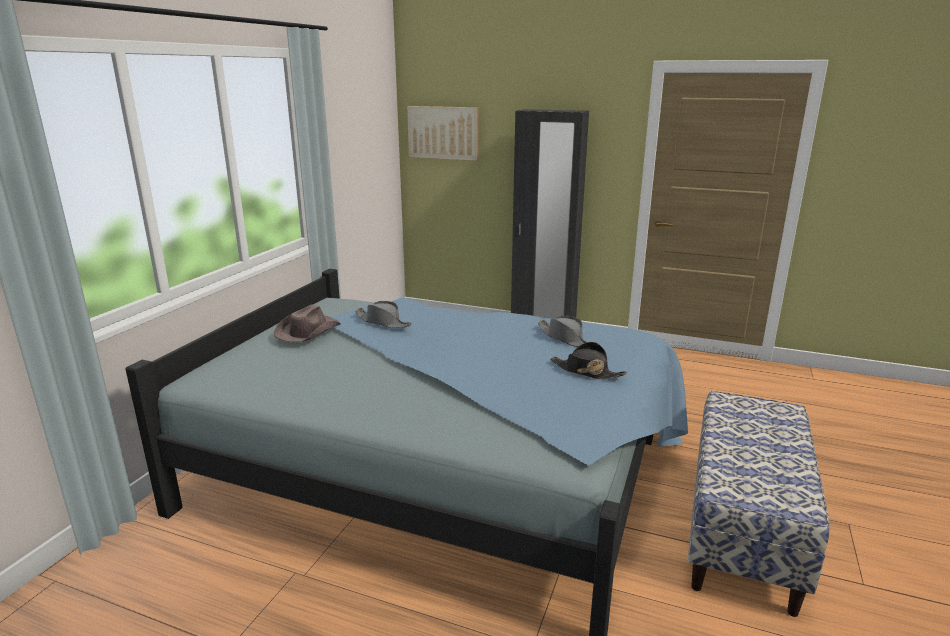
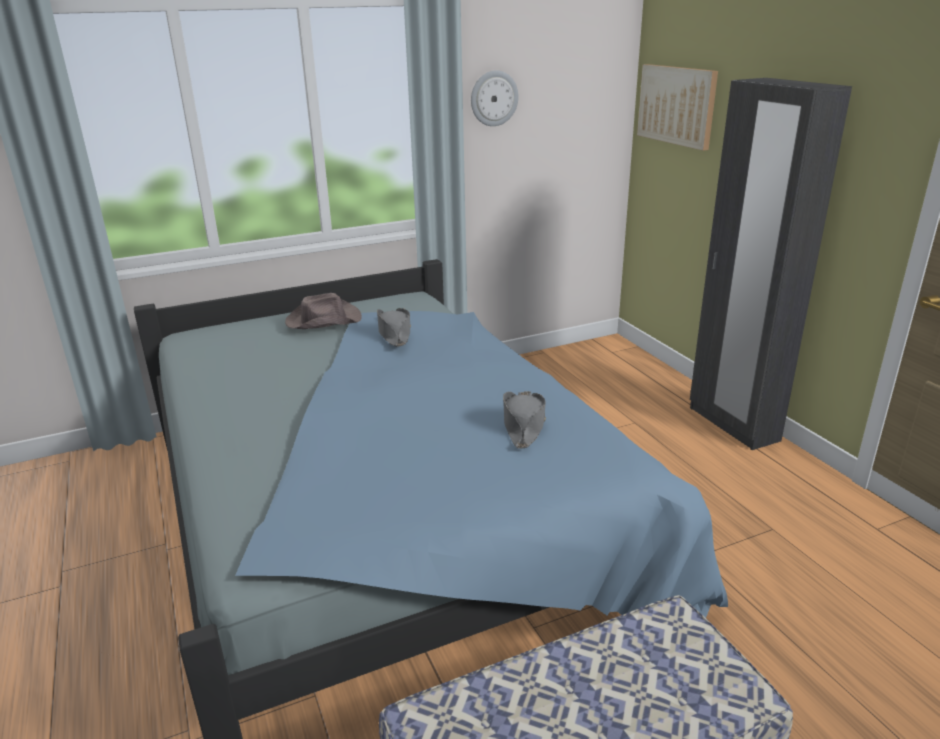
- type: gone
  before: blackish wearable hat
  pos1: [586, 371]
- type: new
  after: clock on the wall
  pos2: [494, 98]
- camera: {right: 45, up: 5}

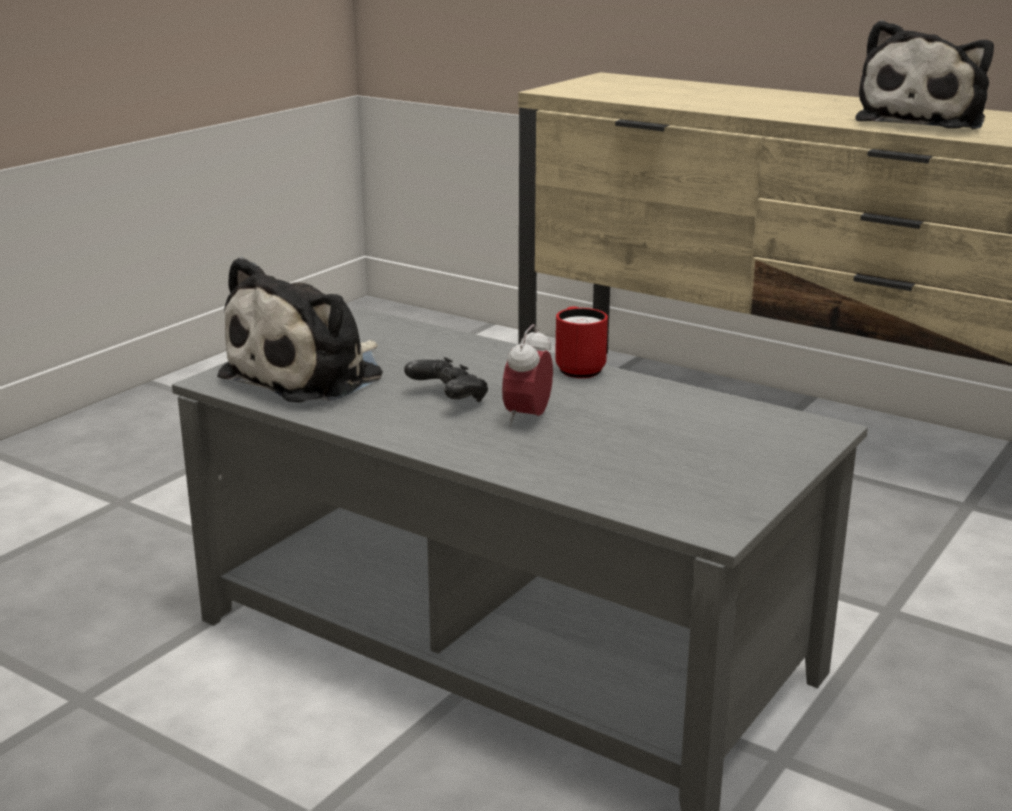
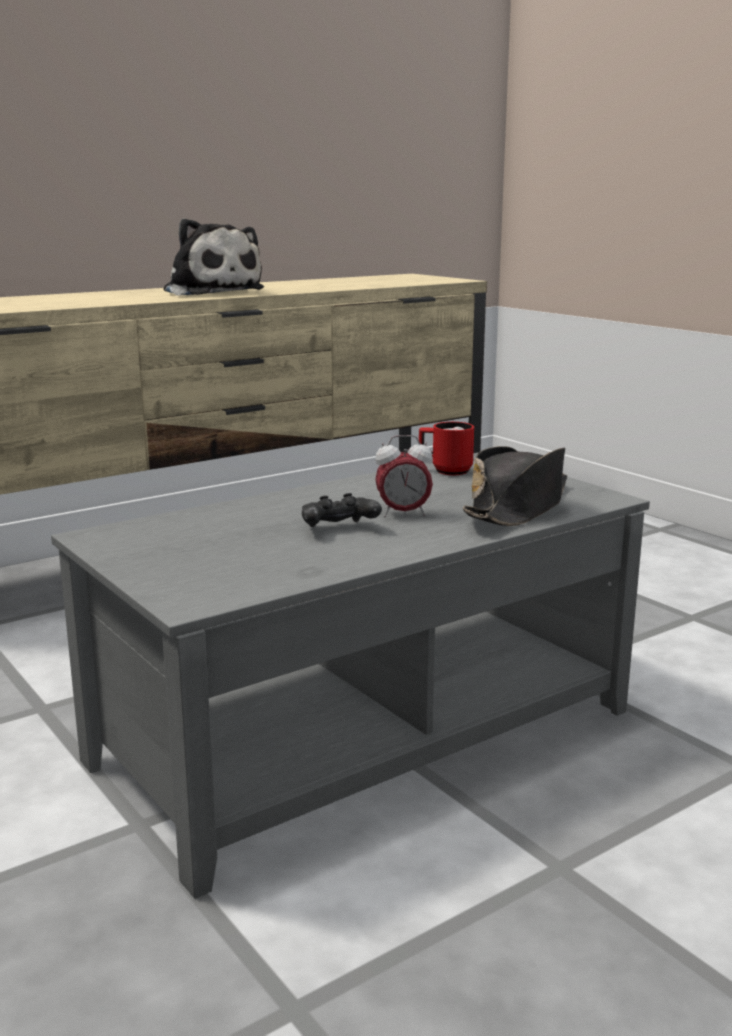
- type: gone
  before: soft toy
  pos1: [311, 375]
- type: shifted
  before: red-coloured mug
  pos1: [578, 368]
  pos2: [445, 471]
- type: rotated
  before: alarm clock
  pos1: [527, 418]
  pos2: [403, 514]
  turn: -45
- type: new
  after: blackish wearable hat
  pos2: [518, 508]
- camera: {right: -70, up: -5}

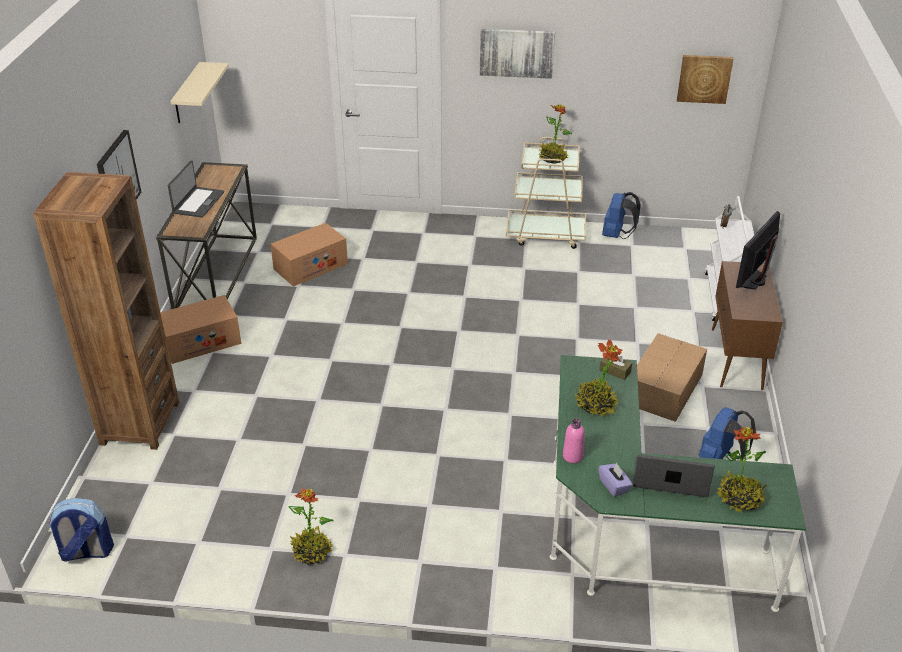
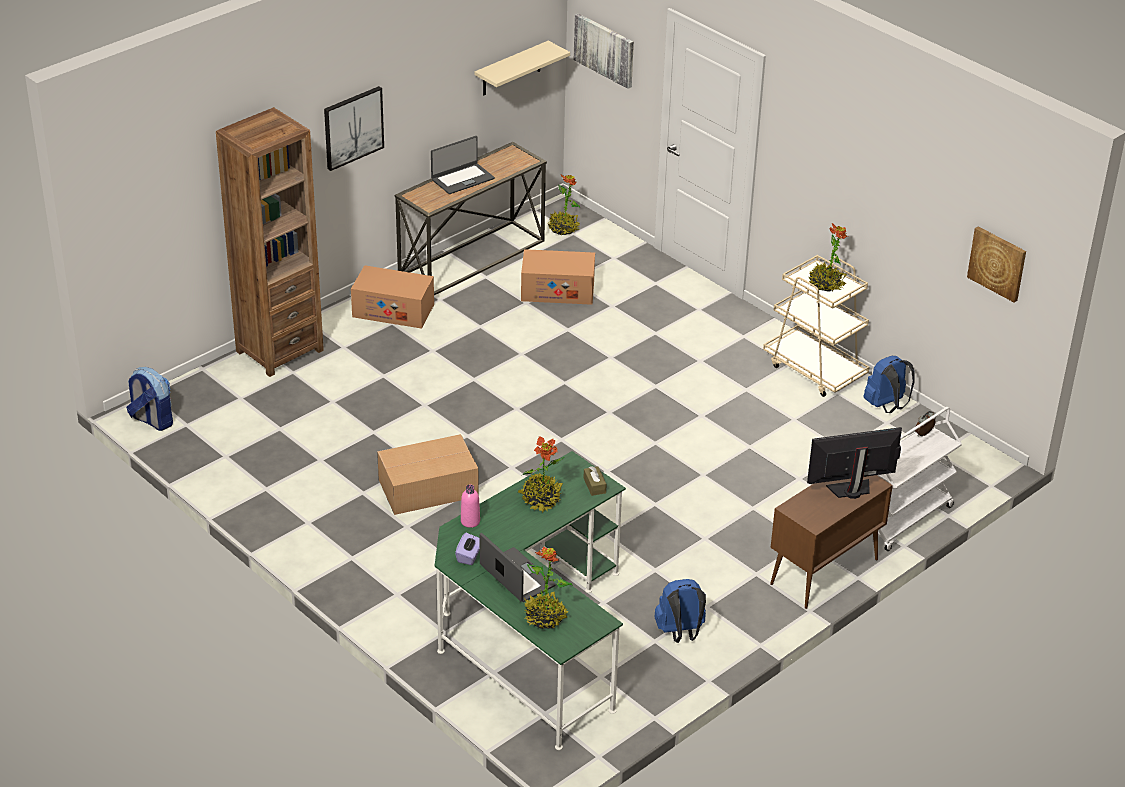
- type: shifted
  before: picture
  pos1: [517, 52]
  pos2: [604, 50]
- type: shifted
  before: carton
  pos1: [665, 388]
  pos2: [429, 488]
- type: shifted
  before: houseplant
  pos1: [312, 552]
  pos2: [563, 229]
- camera: {right: 40, up: 0}

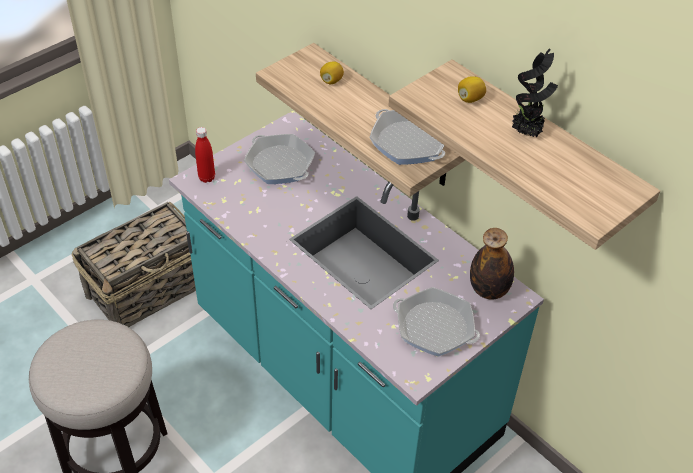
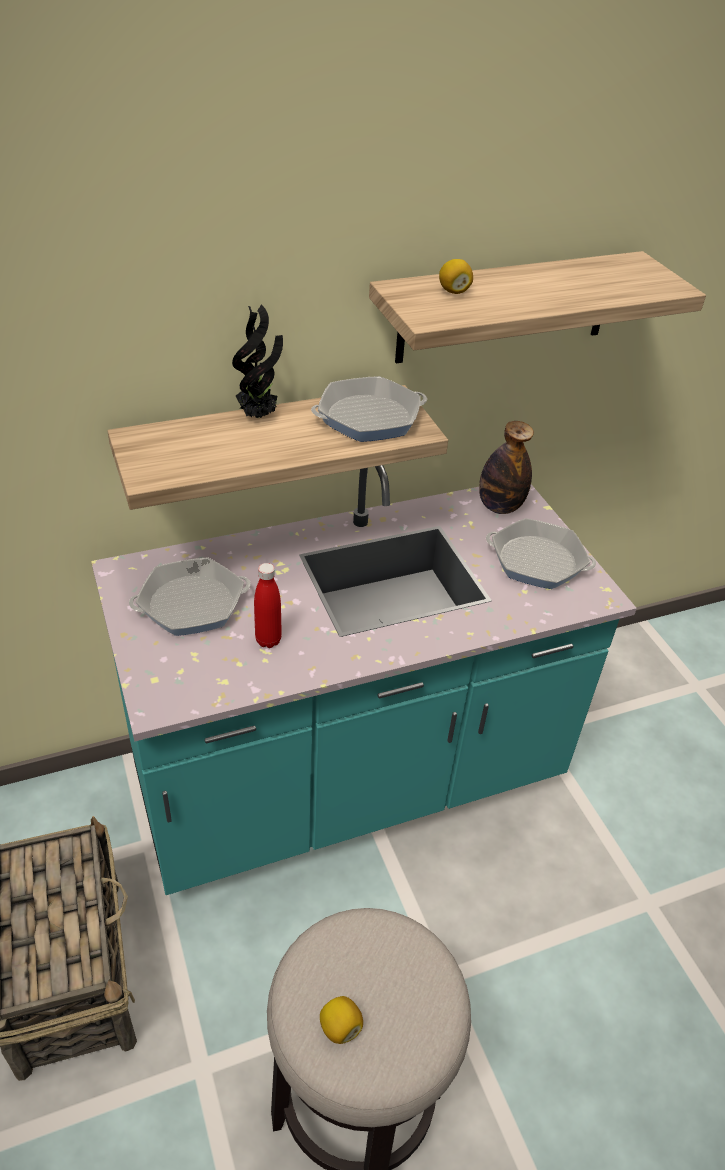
- type: shifted
  before: houseplant
  pos1: [527, 133]
  pos2: [259, 416]
- type: shifted
  before: citrus fruit
  pos1: [331, 81]
  pos2: [340, 1027]
- type: shifted
  before: red-coloured drink bottle
  pos1: [207, 178]
  pos2: [268, 640]
- type: rotated
  before: pan
  pos1: [434, 327]
  pos2: [537, 561]
  turn: -120
- camera: {right: -70, up: -5}

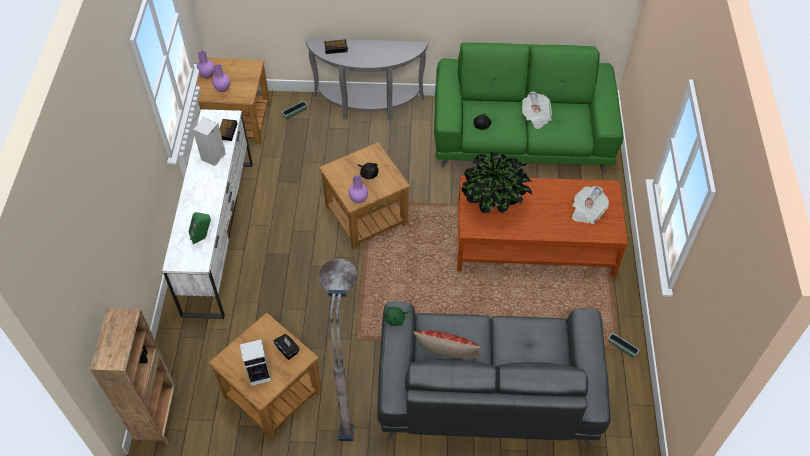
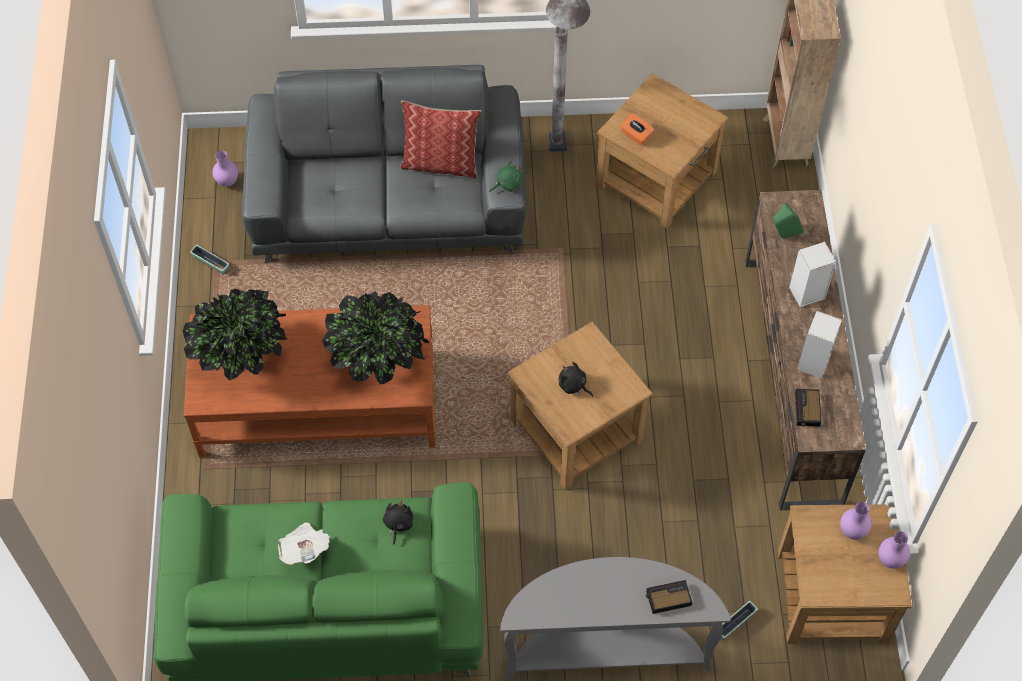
- type: repainted
  before: white tv stand
  after: brown-coloured tv stand
  pos1: [219, 235]
  pos2: [791, 380]
- type: shifted
  before: purplish decorative vase
  pos1: [358, 199]
  pos2: [228, 182]
- type: swapped
  before: newspaper
  after: houseplant
  pos1: [587, 211]
  pos2: [241, 359]
- type: repainted
  before: blackish tissue holder
  after: orange-coloured tissue holder
  pos1: [287, 350]
  pos2: [636, 135]
- type: shifted
  before: audio speaker
  pos1: [260, 374]
  pos2: [806, 294]
- camera: {right: 175, up: 5}

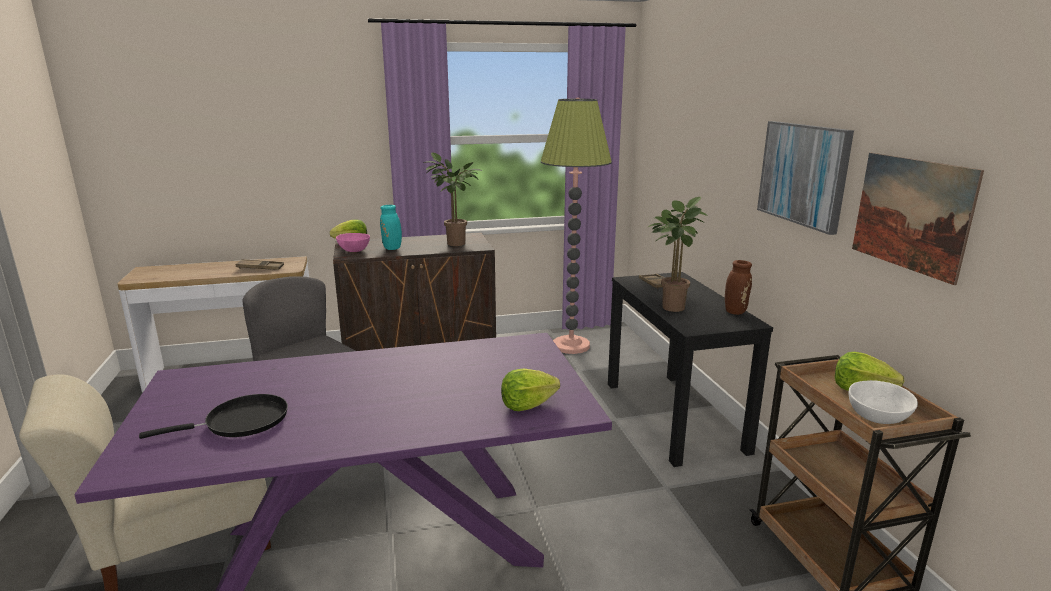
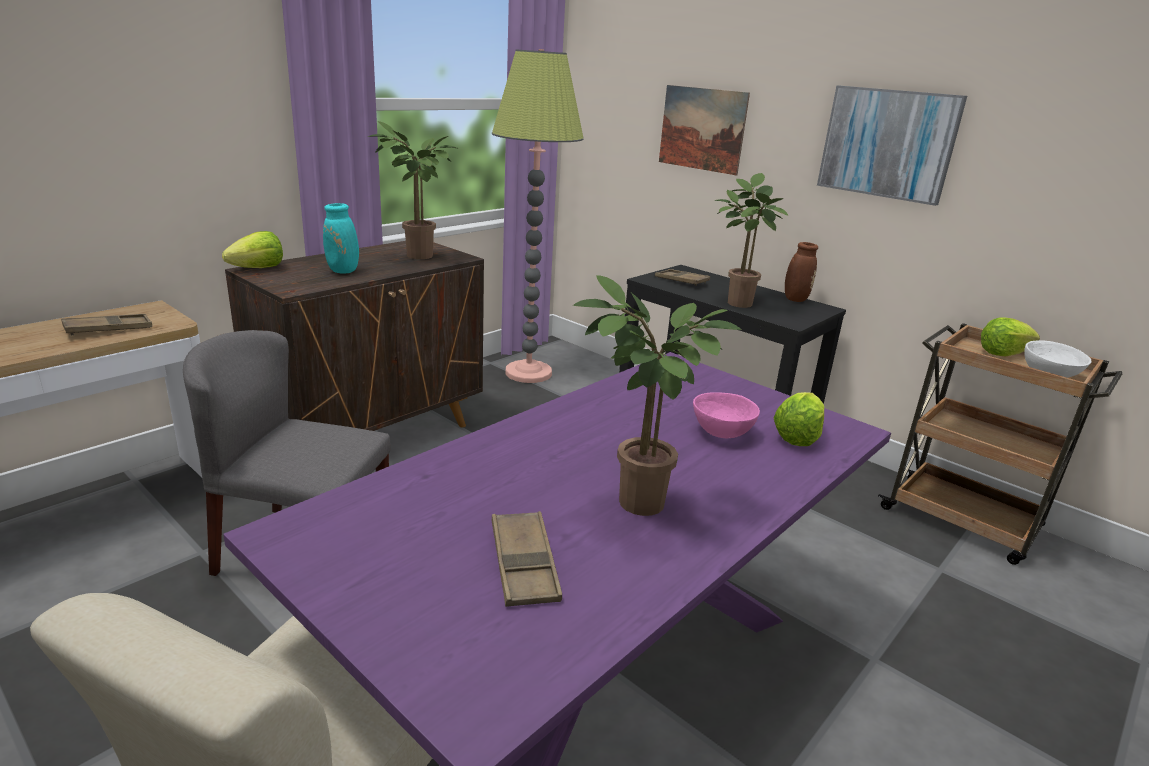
- type: shifted
  before: picture
  pos1: [911, 214]
  pos2: [702, 129]
- type: shifted
  before: pink serving bowl
  pos1: [353, 250]
  pos2: [720, 433]
- type: swapped
  before: blackish pan
  after: brown-coloured serving tray
  pos1: [241, 422]
  pos2: [524, 564]
- type: new
  after: houseplant
  pos2: [636, 506]
- camera: {right: -35, up: 5}

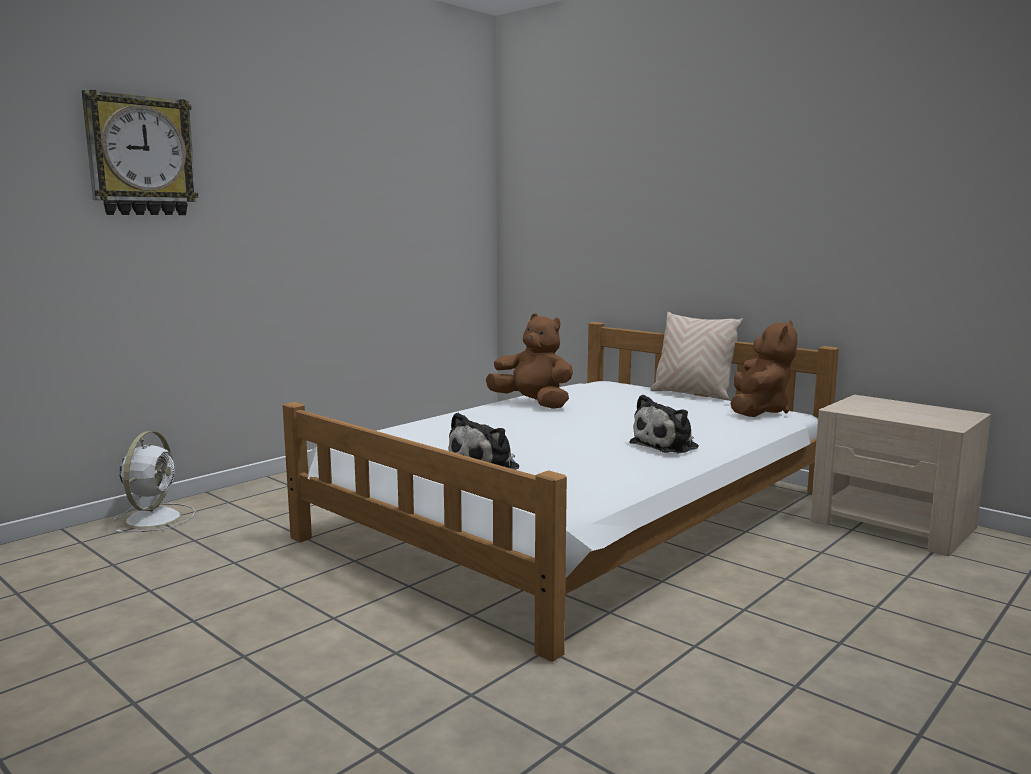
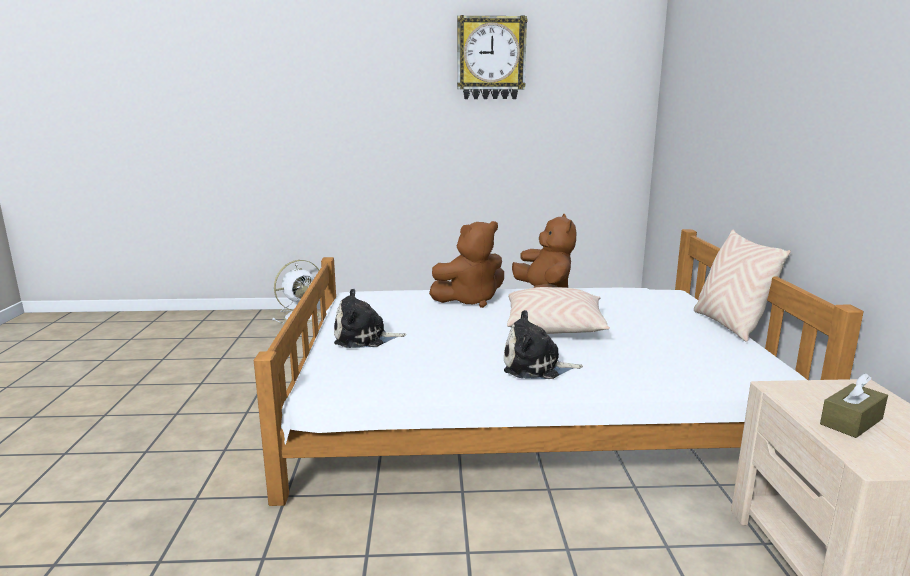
- type: shifted
  before: clock on the wall
  pos1: [140, 156]
  pos2: [491, 58]
- type: shifted
  before: brown-coloured soft toy
  pos1: [758, 411]
  pos2: [470, 300]
- type: new
  after: beige-coloured cushion
  pos2: [554, 328]
- type: new
  after: brown-coloured tissue holder
  pos2: [851, 421]
- camera: {right: 45, up: 5}

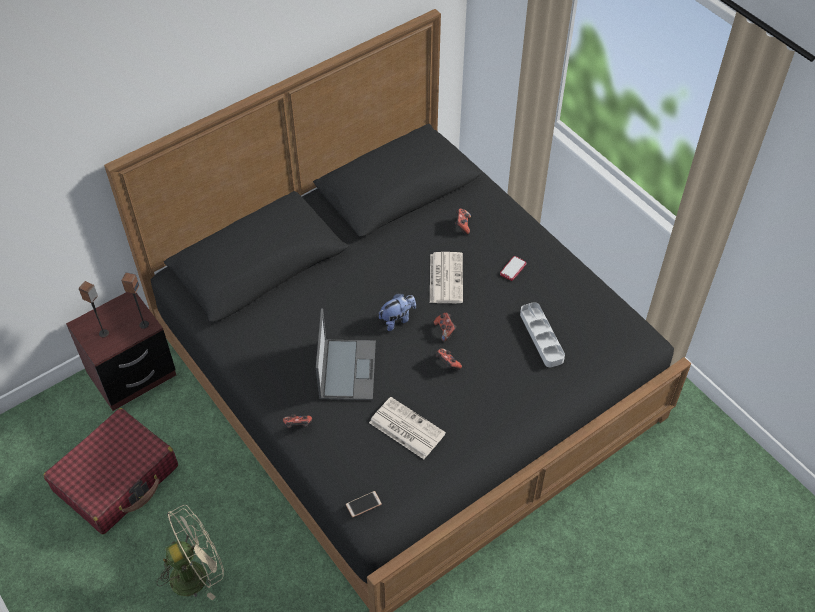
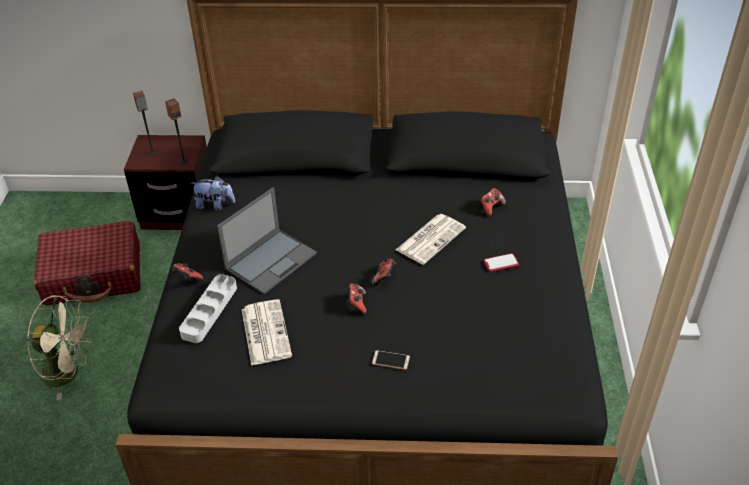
- type: shifted
  before: soft toy
  pos1: [397, 319]
  pos2: [215, 205]
- type: shifted
  before: greyish serving tray
  pos1: [541, 337]
  pos2: [209, 311]
- type: shifted
  before: handset
  pos1: [363, 504]
  pos2: [390, 360]
- camera: {right: 40, up: -10}

